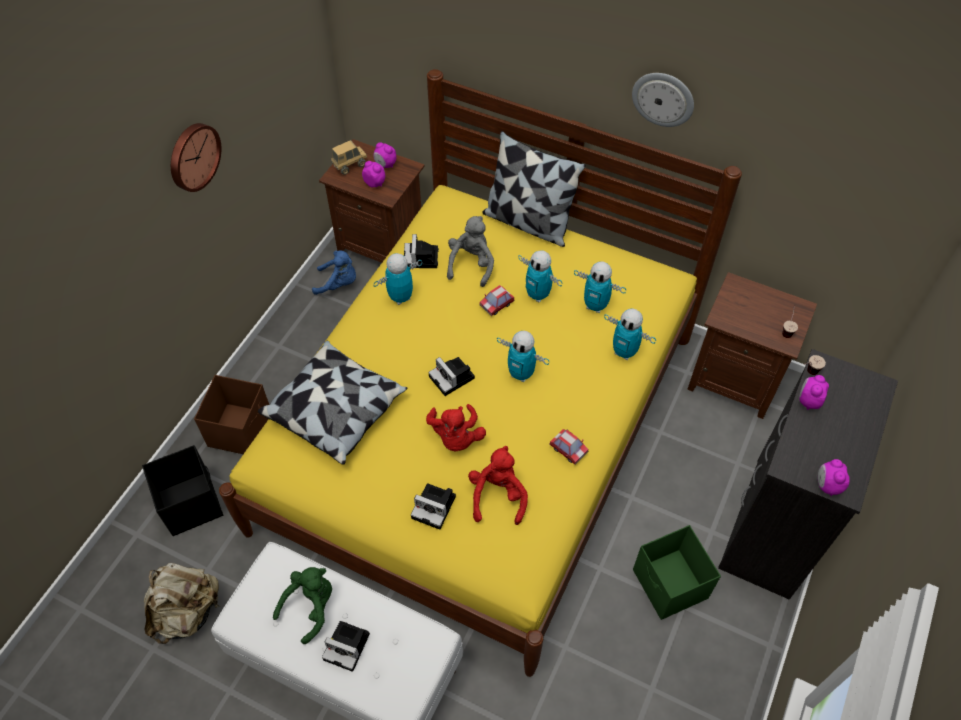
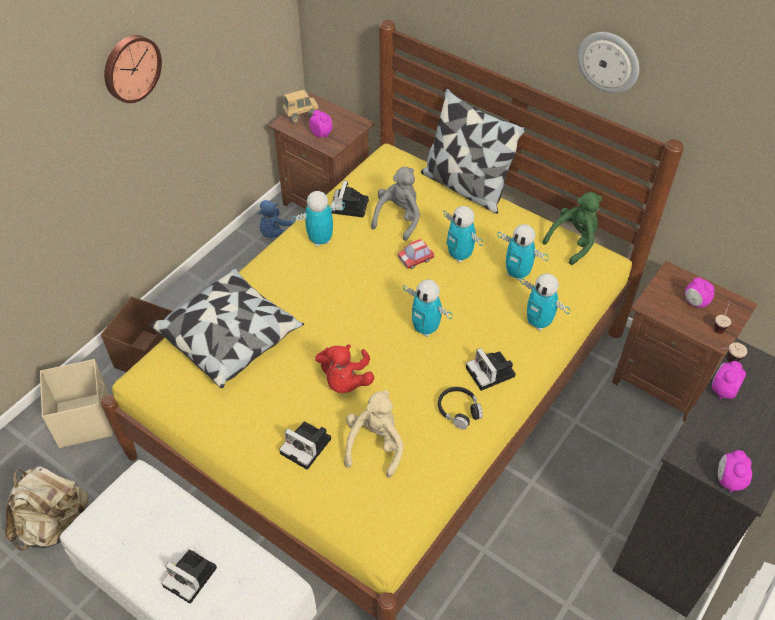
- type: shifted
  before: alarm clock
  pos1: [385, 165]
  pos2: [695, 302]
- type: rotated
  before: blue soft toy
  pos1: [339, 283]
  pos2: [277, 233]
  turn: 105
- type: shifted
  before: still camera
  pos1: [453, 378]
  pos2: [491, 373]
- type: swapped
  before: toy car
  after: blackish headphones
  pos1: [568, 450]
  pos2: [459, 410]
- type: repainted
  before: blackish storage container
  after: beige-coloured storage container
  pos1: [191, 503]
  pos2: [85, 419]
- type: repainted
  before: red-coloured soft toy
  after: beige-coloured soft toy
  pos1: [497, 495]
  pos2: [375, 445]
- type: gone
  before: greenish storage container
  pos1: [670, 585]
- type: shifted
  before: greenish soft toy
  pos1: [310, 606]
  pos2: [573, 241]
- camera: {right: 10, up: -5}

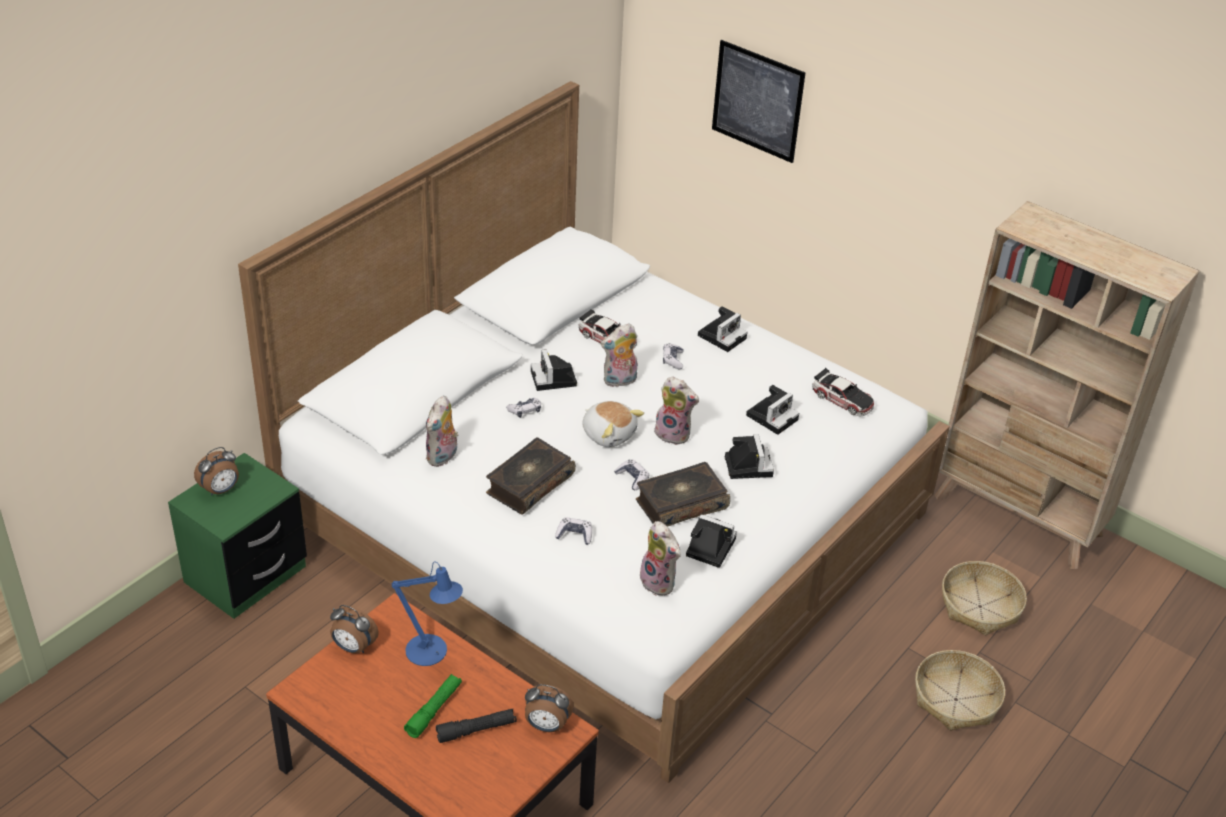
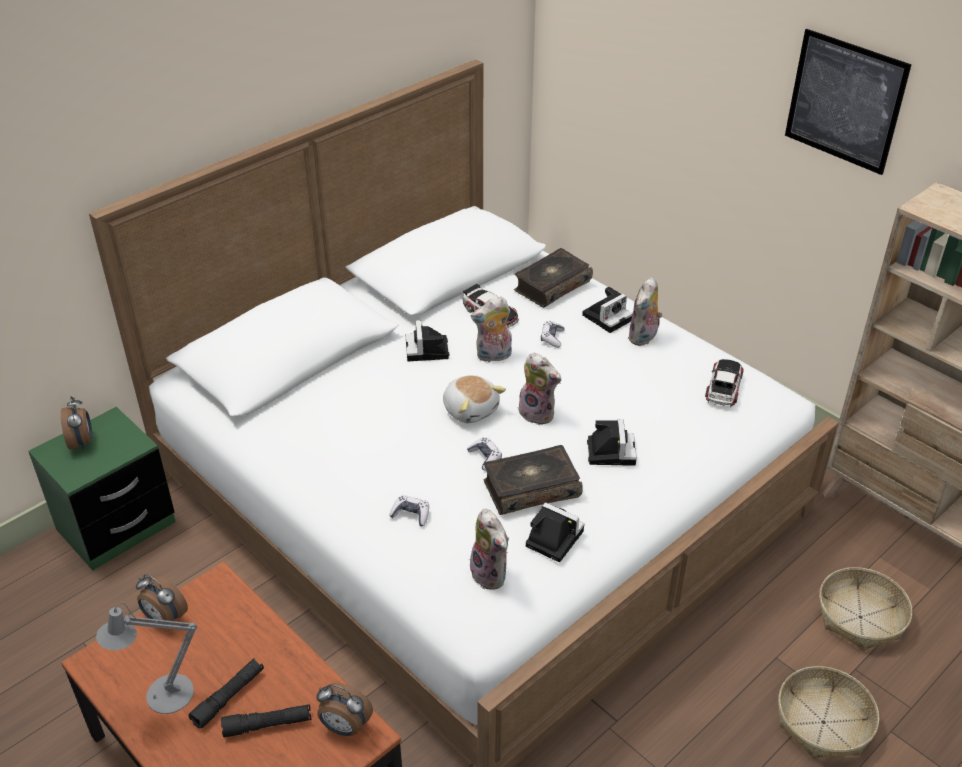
- type: shifted
  before: picture
  pos1: [757, 101]
  pos2: [845, 101]
- type: rotated
  before: toy car
  pos1: [842, 399]
  pos2: [723, 387]
  turn: -120
- type: gone
  before: still camera
  pos1: [772, 416]
- type: shifted
  before: soft toy
  pos1: [443, 457]
  pos2: [644, 338]
- type: gone
  before: game controller
  pos1: [525, 411]
- type: shifted
  before: volume
  pos1: [529, 484]
  pos2: [551, 286]
- type: rotated
  before: alarm clock
  pos1: [221, 490]
  pos2: [82, 442]
  turn: -75
- type: gone
  before: blue lamp for a table
  pos1: [431, 652]
- type: repainted
  before: greenish torch
  after: blackish torch
  pos1: [434, 710]
  pos2: [229, 697]
- type: new
  after: greyish lamp for a table
  pos2: [162, 696]
- camera: {right: 10, up: 0}

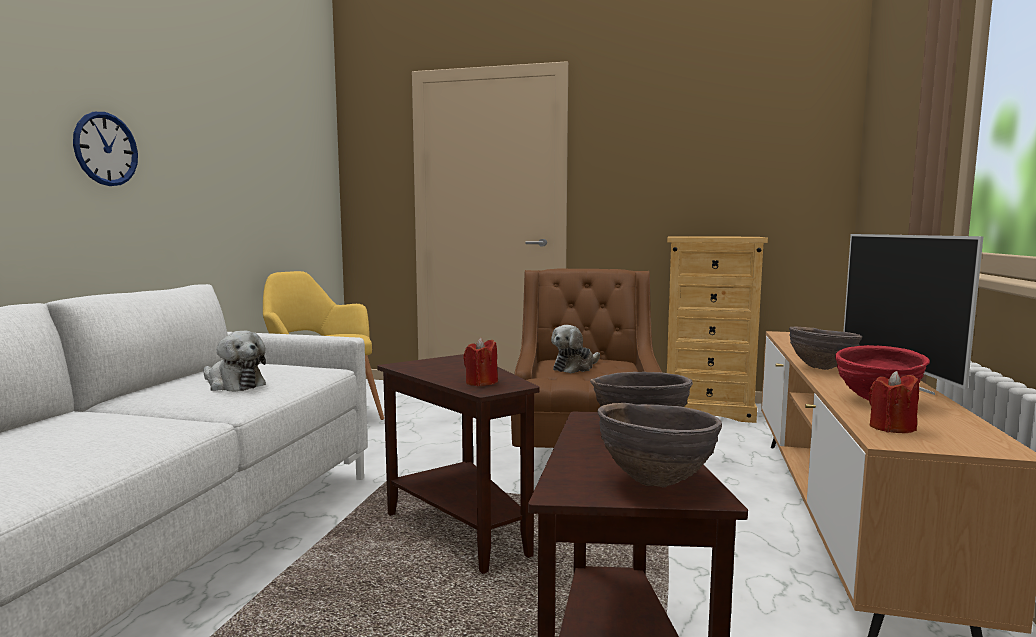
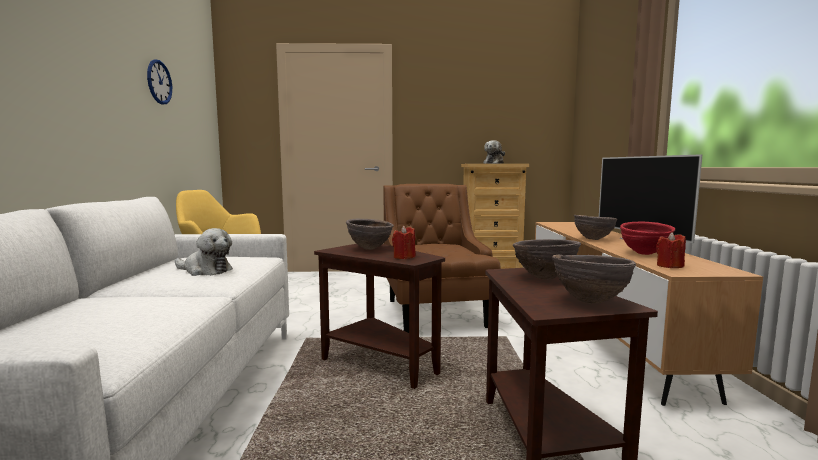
- type: shifted
  before: clock on the wall
  pos1: [106, 149]
  pos2: [159, 82]
- type: shifted
  before: soft toy
  pos1: [575, 367]
  pos2: [494, 163]
- type: new
  after: brown-coloured serving bowl
  pos2: [370, 249]
- camera: {right: -15, up: 0}

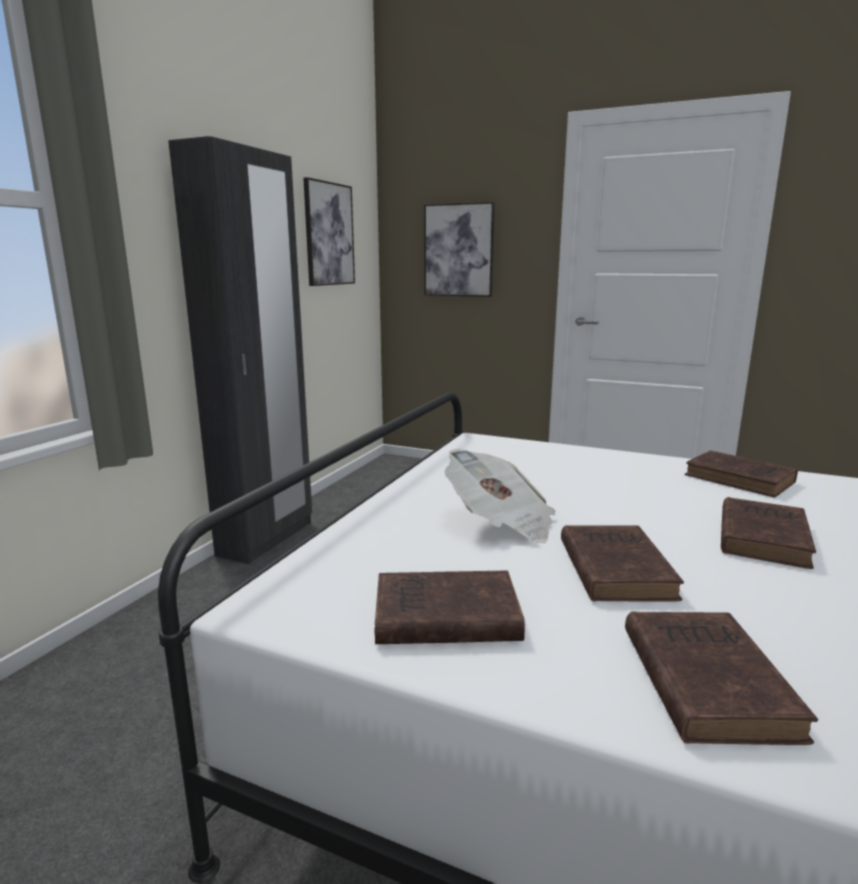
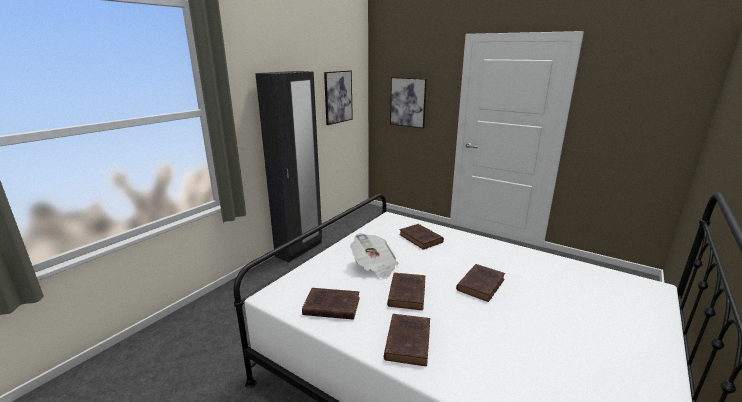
- type: shifted
  before: brown-coloured volume
  pos1: [742, 479]
  pos2: [421, 239]
- camera: {right: 10, up: 5}

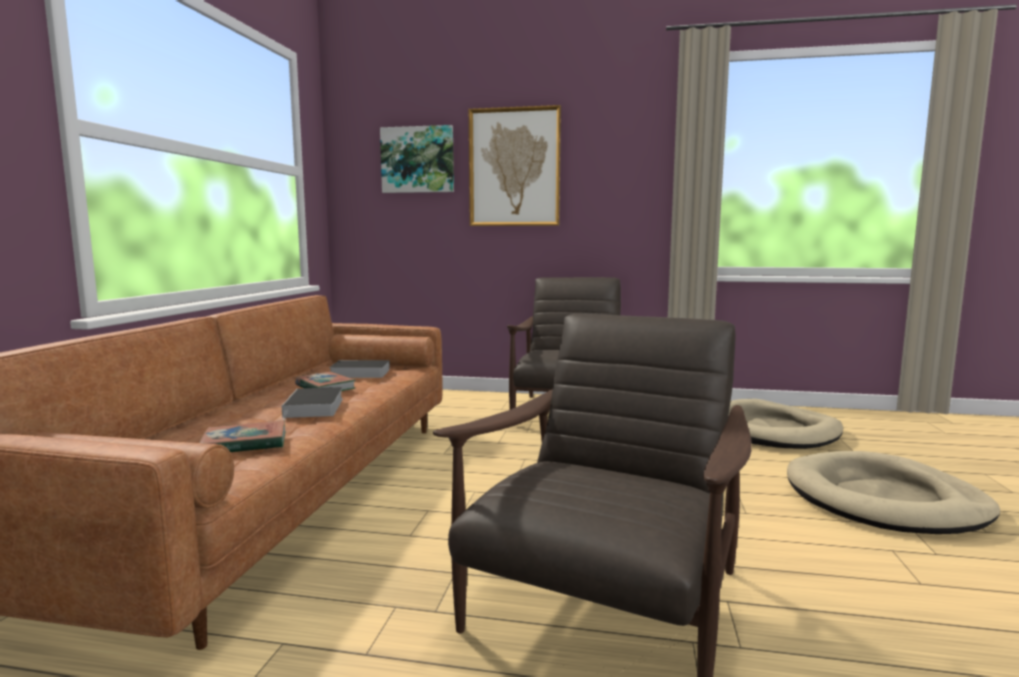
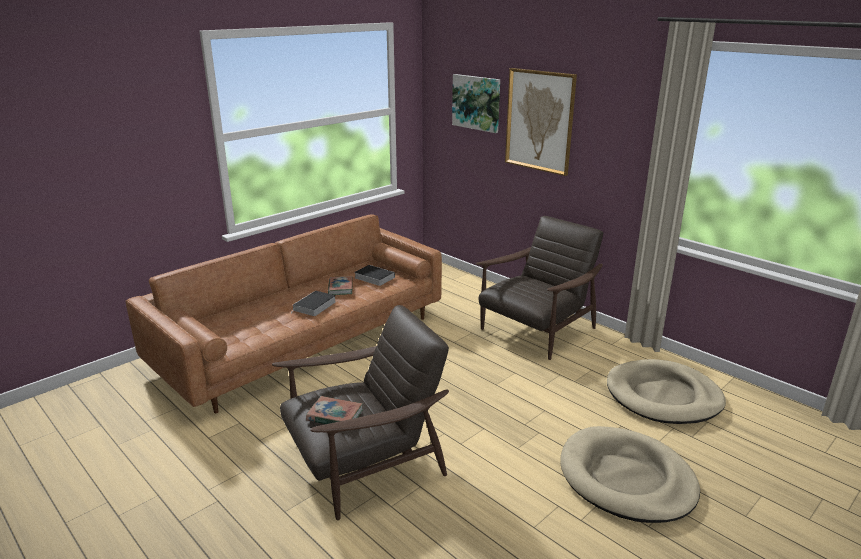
- type: shifted
  before: volume
  pos1: [245, 444]
  pos2: [335, 415]
- camera: {right: 35, up: 15}

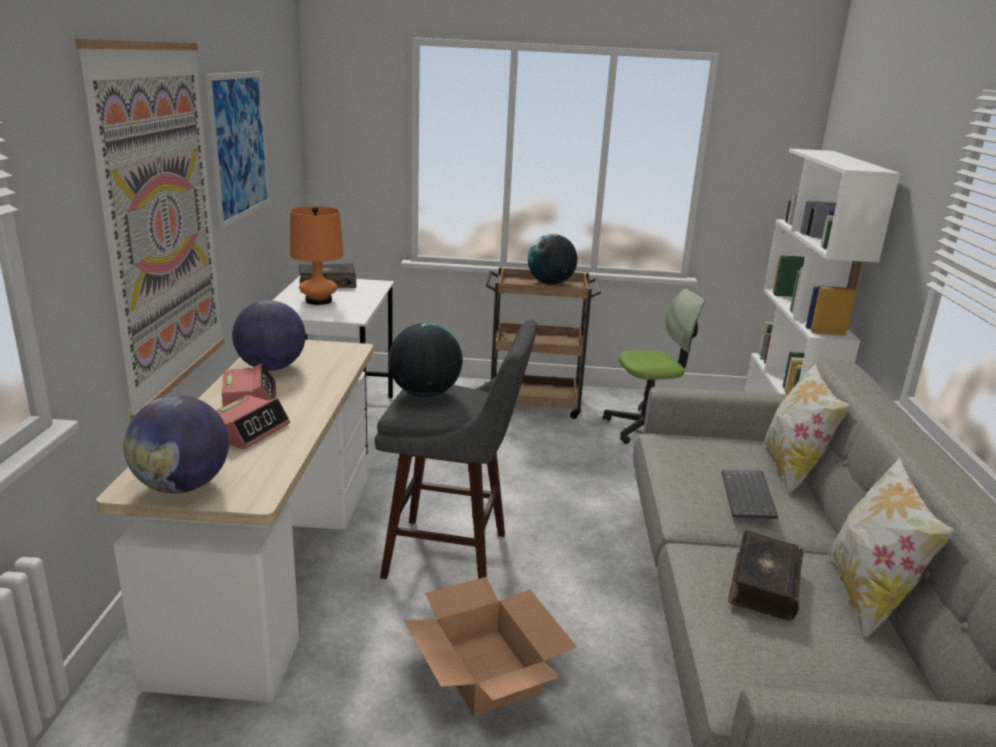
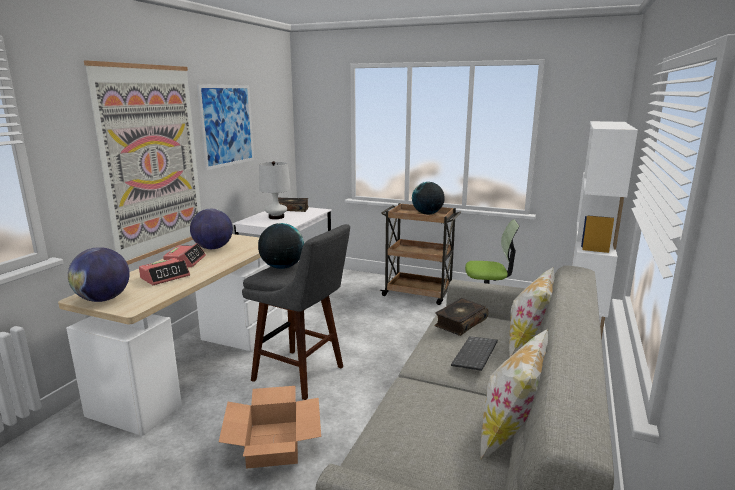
- type: repainted
  before: orange-coloured lamp for a table
  after: white lamp for a table
  pos1: [318, 301]
  pos2: [276, 217]
- type: shifted
  before: volume
  pos1: [762, 585]
  pos2: [460, 323]
- camera: {right: 20, up: -5}

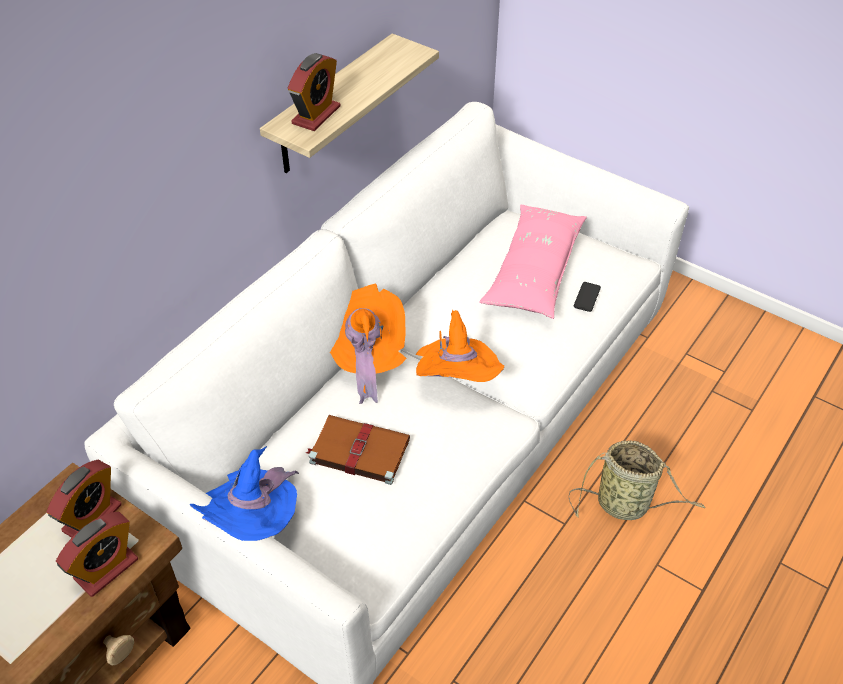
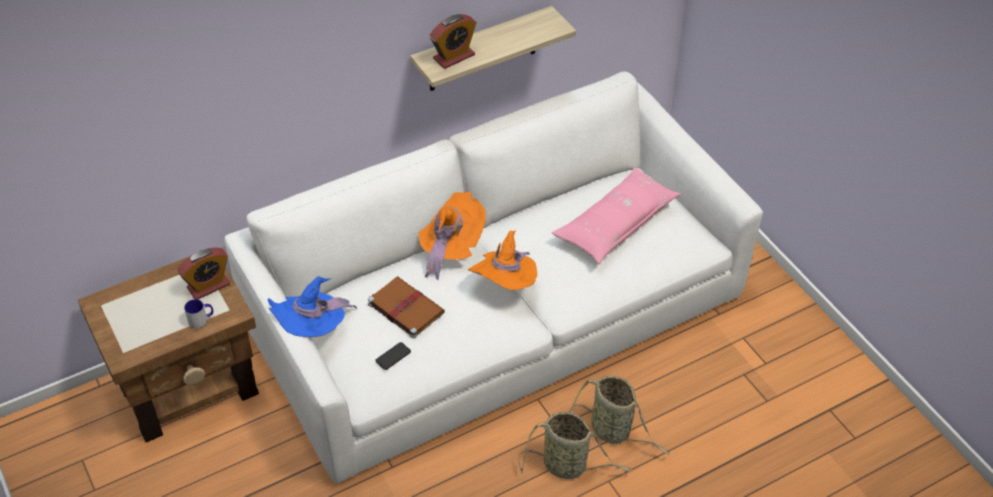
- type: shifted
  before: handset
  pos1: [587, 297]
  pos2: [393, 356]
- type: swapped
  before: alarm clock
  after: mug
  pos1: [106, 569]
  pos2: [201, 320]
- type: new
  after: storage basket
  pos2: [568, 466]
- camera: {right: 25, up: 0}

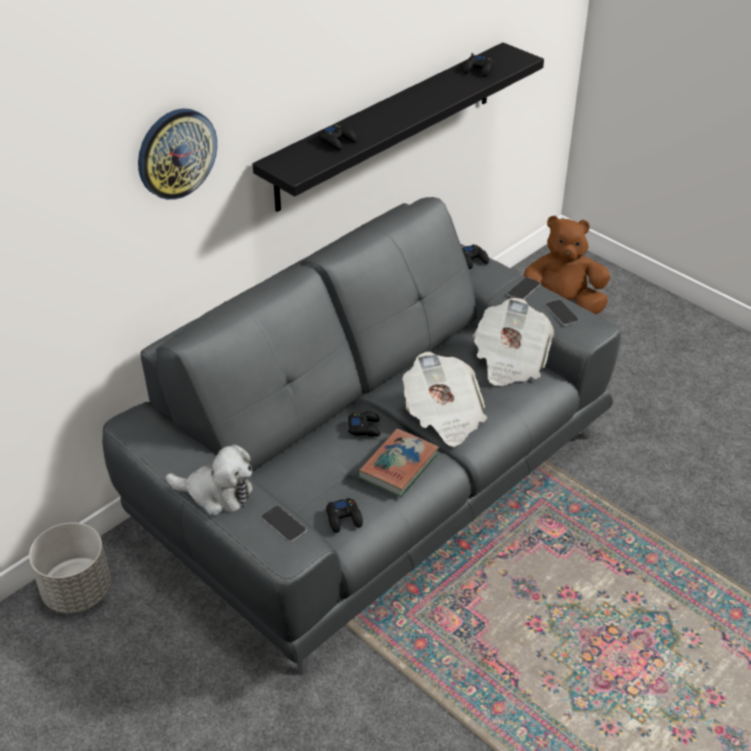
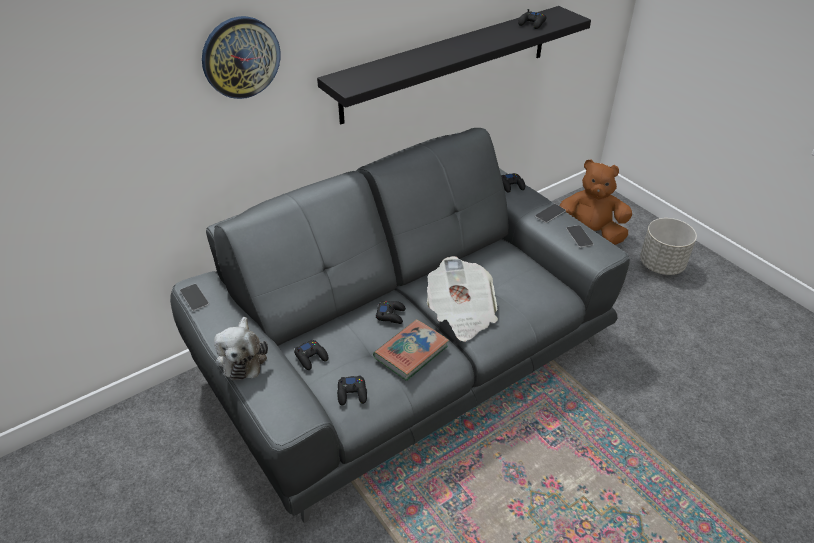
- type: shifted
  before: blackish game controller
  pos1: [337, 141]
  pos2: [311, 357]
- type: gone
  before: newspaper
  pos1: [510, 360]
- type: rotated
  before: soft toy
  pos1: [217, 493]
  pos2: [242, 357]
  turn: 60
- type: shifted
  before: handset
  pos1: [283, 523]
  pos2: [194, 297]
- type: shifted
  before: greyish flower pot
  pos1: [77, 591]
  pos2: [661, 265]
- camera: {right: 10, up: 0}

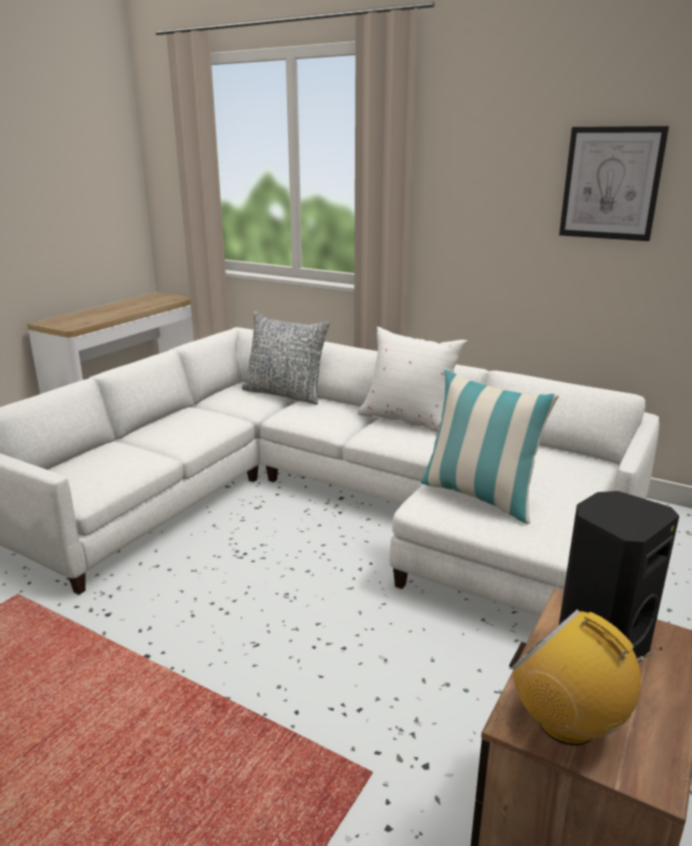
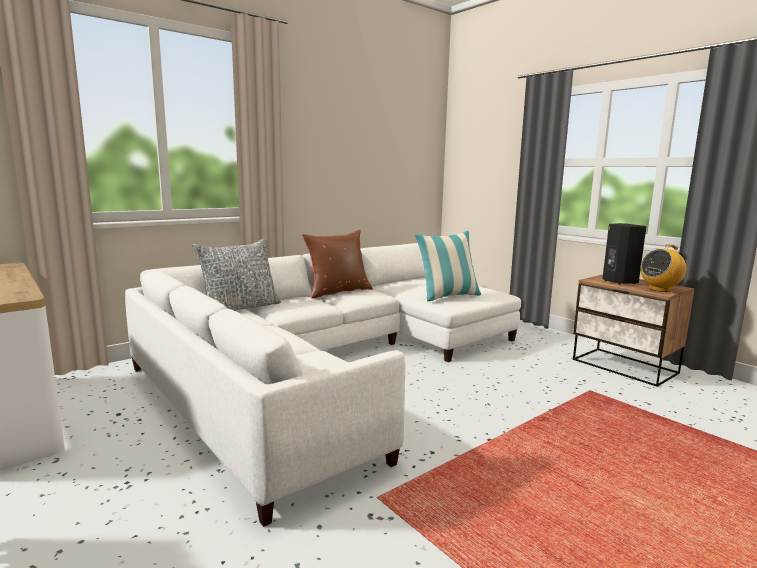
- type: gone
  before: picture
  pos1: [611, 183]
- type: repainted
  before: white cushion
  after: brown-coloured cushion
  pos1: [408, 420]
  pos2: [338, 292]
- camera: {right: -70, up: -10}

